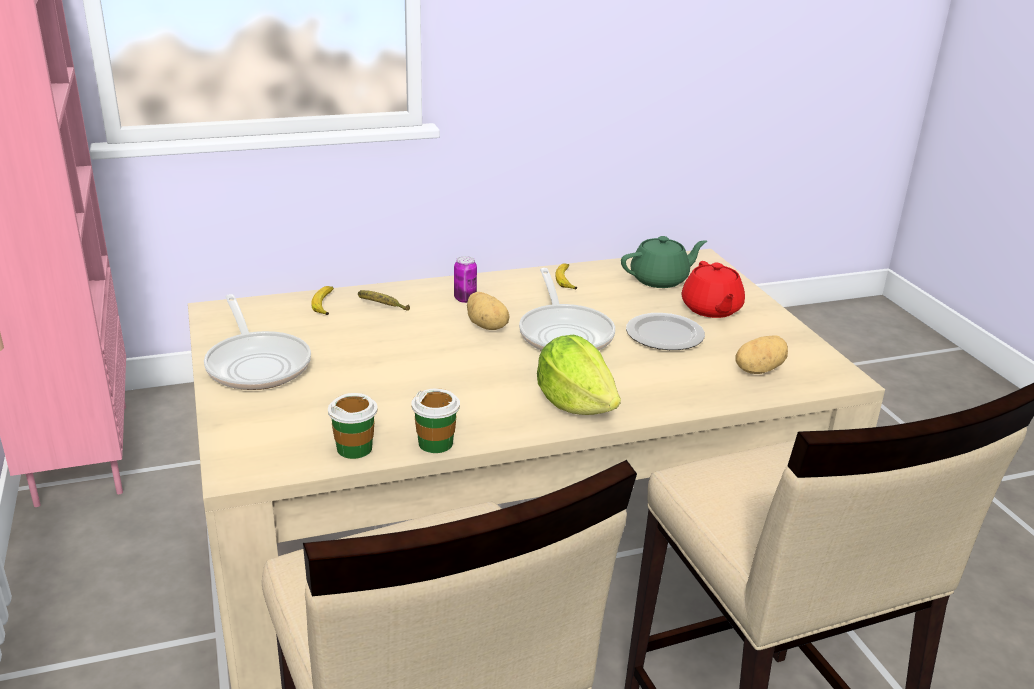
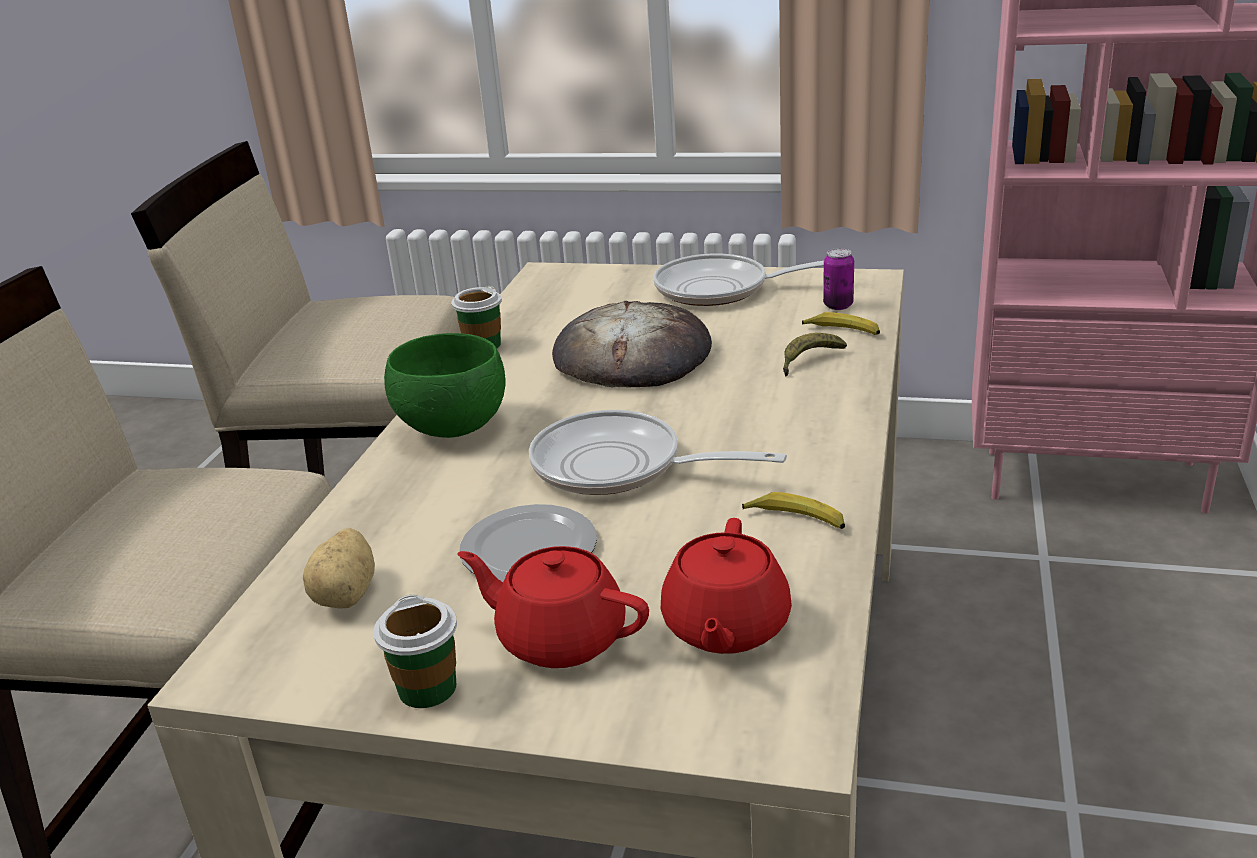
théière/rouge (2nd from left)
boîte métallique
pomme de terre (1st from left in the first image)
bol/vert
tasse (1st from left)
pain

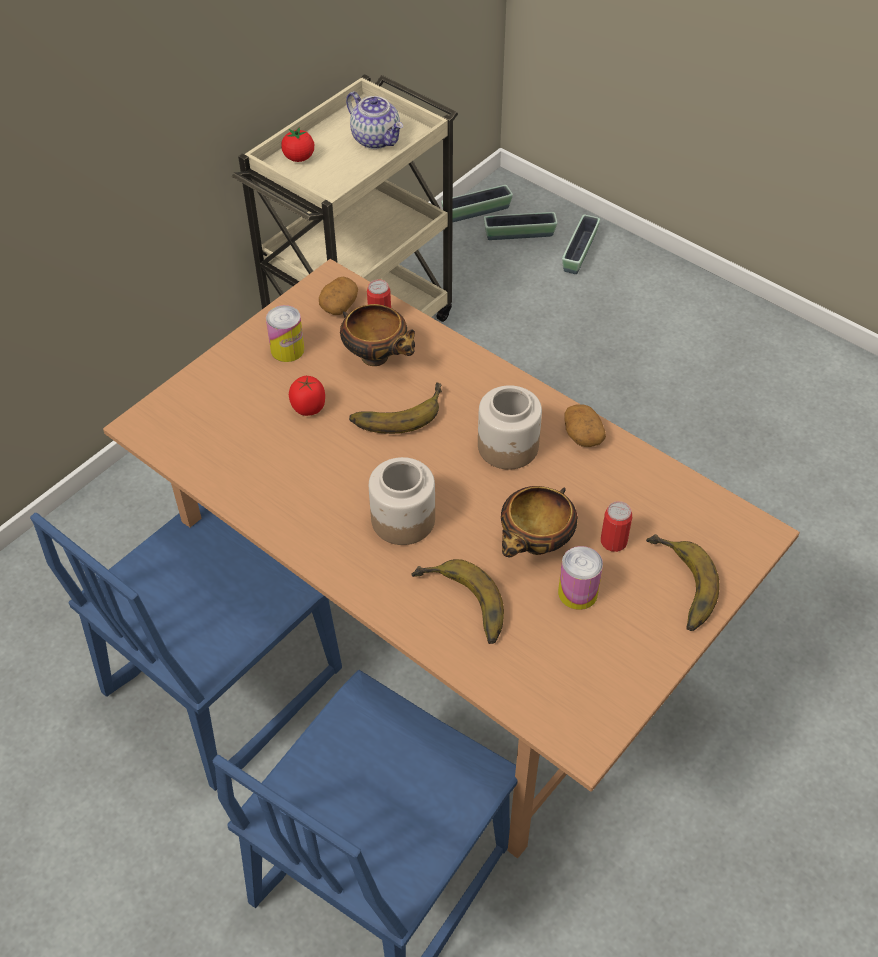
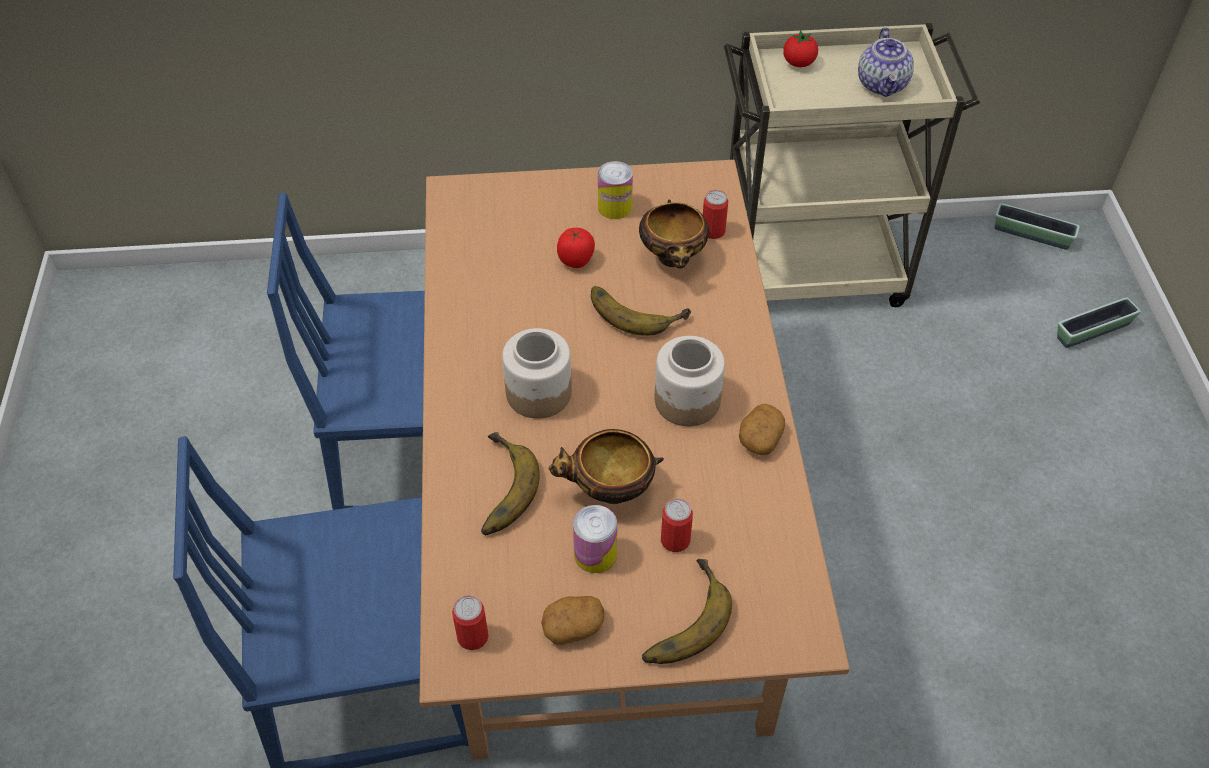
cache-pot (2nd from left in the first image)
pomme de terre (1st from left)
boîte métallique (1st from left)

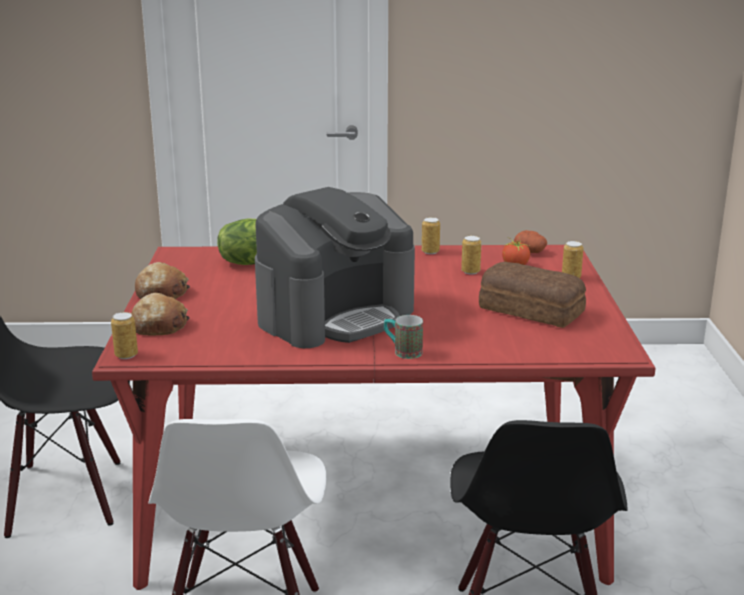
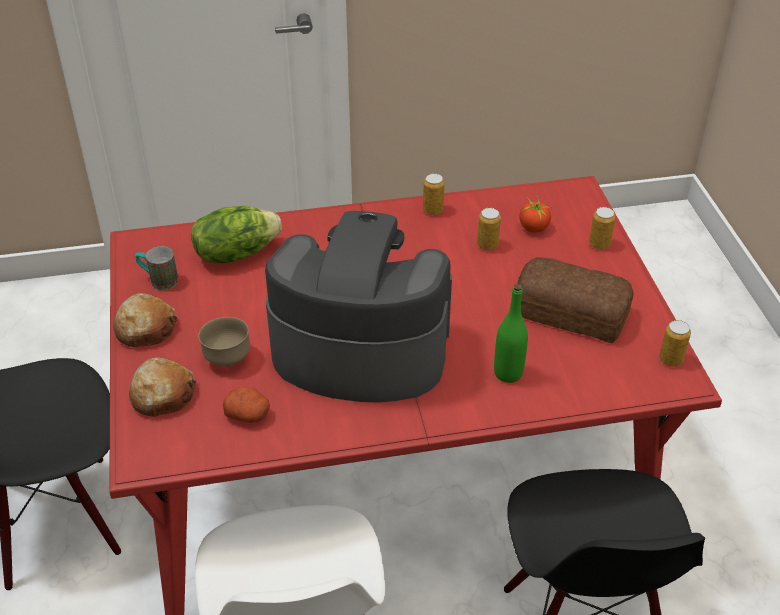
machine à café
pomme de terre
boîte métallique (4th from left)
mug
bouteille/vert
bol/marron

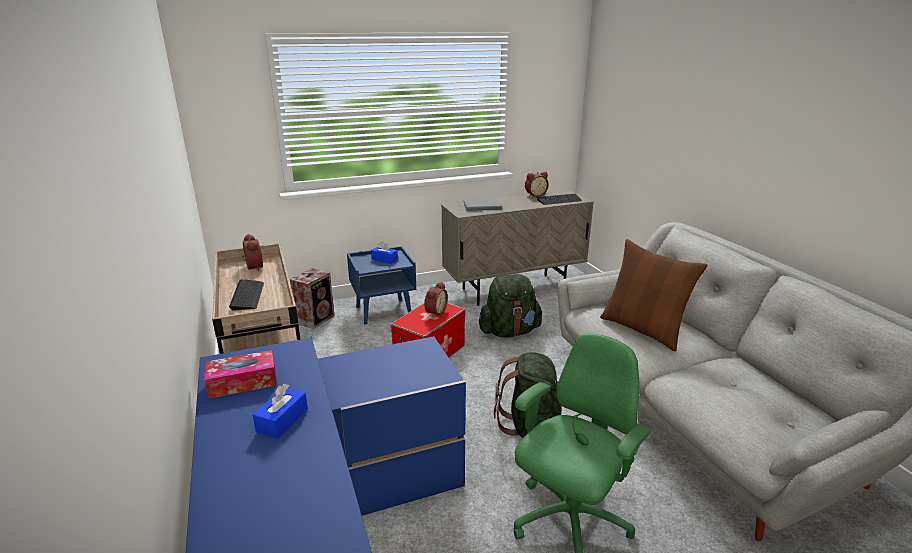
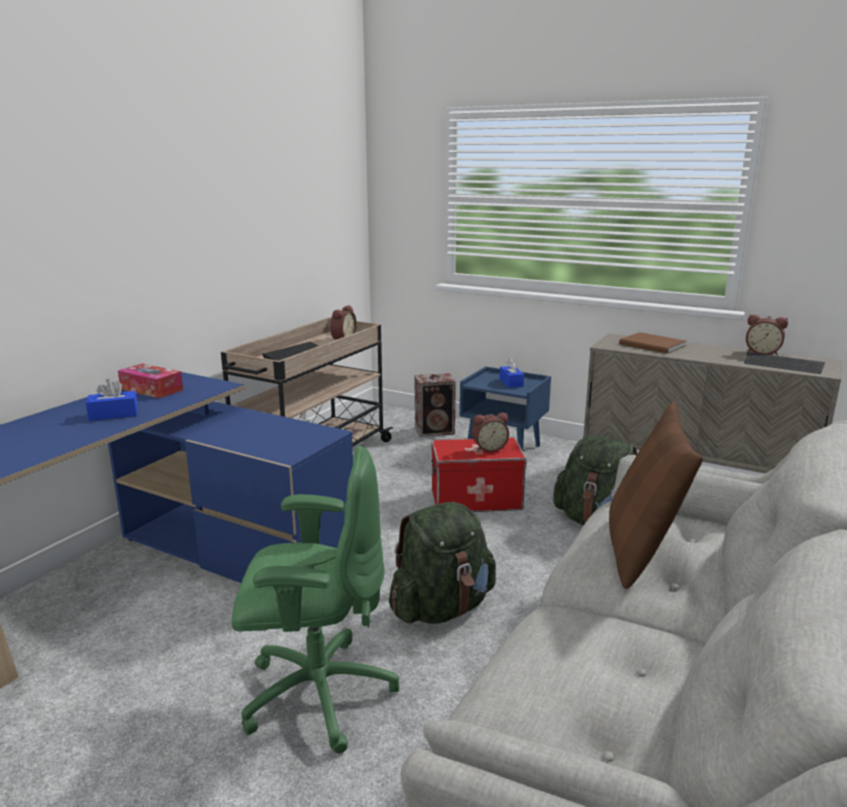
livre/marron

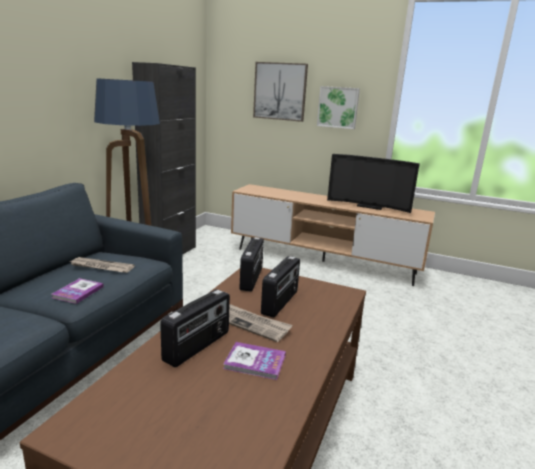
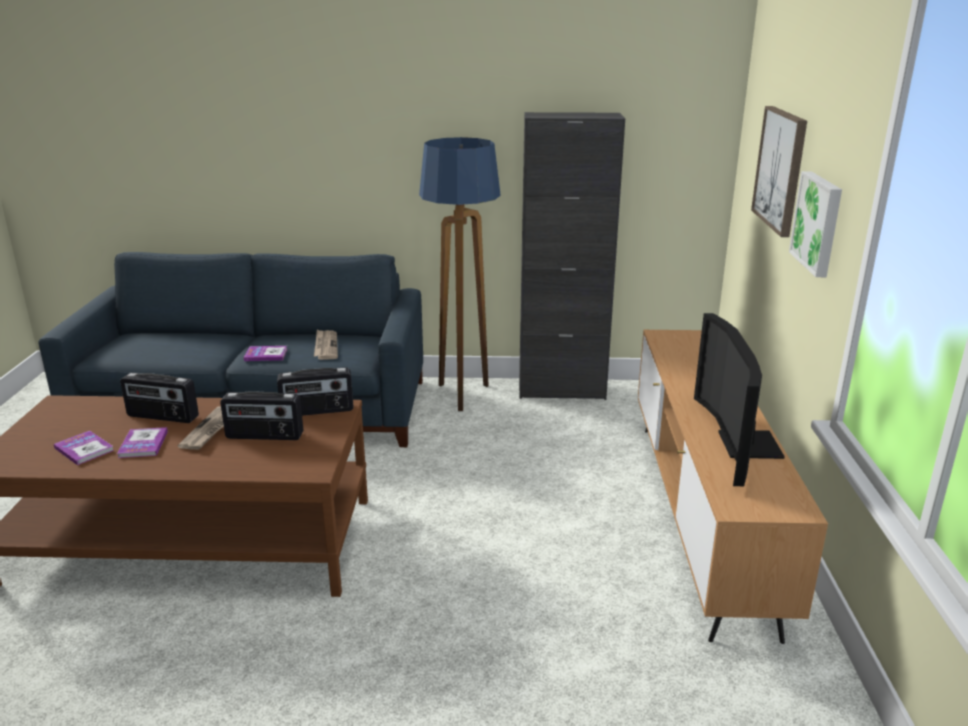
livre (1st from left)

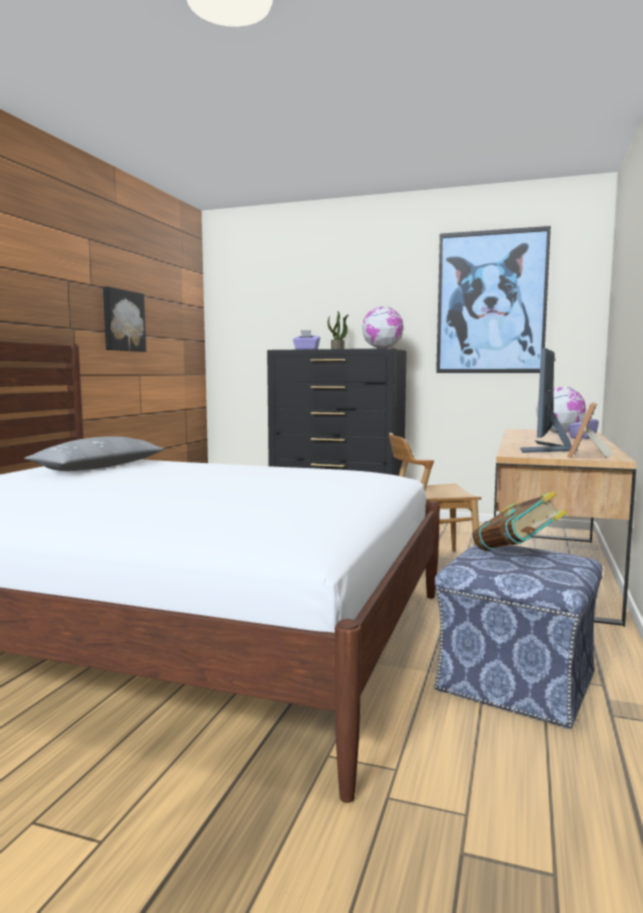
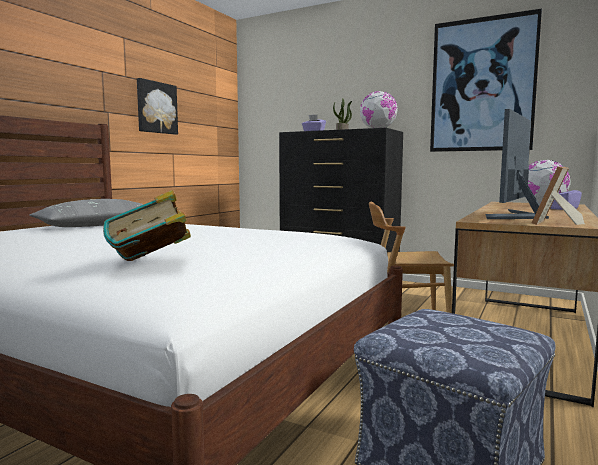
livre

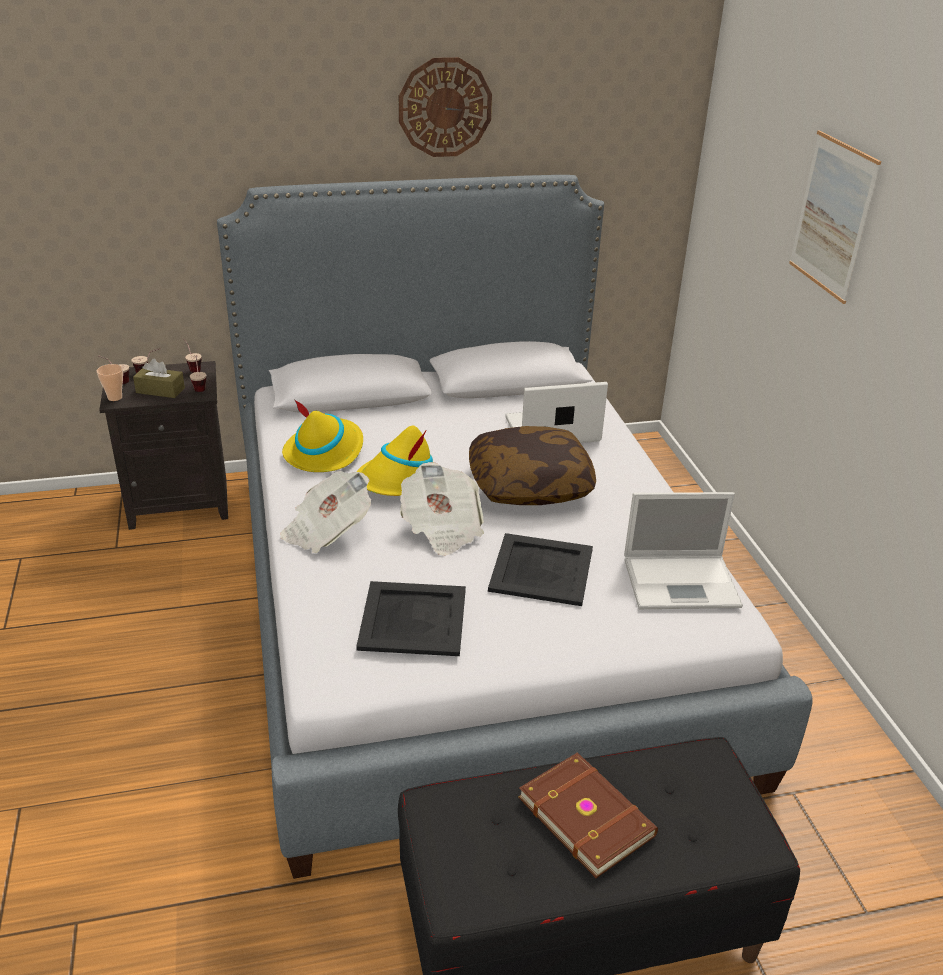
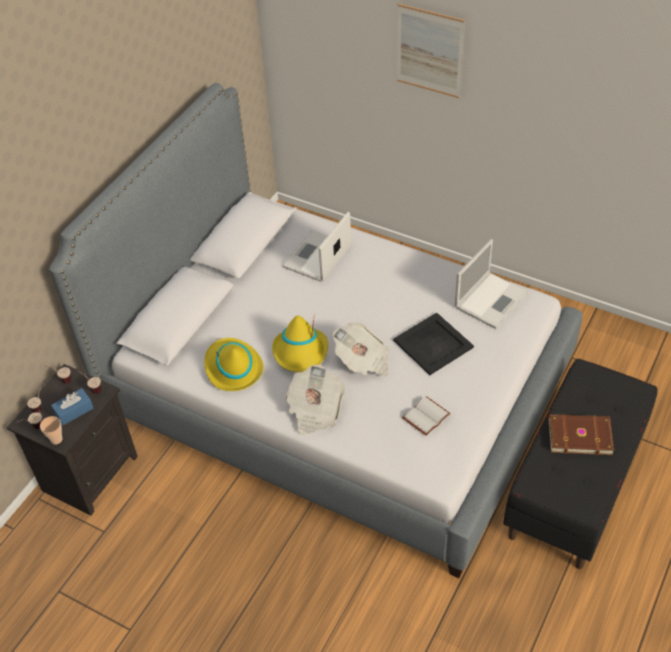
horloge murale
boîte à mouchoirs/bleu
coussin
livre/blanc

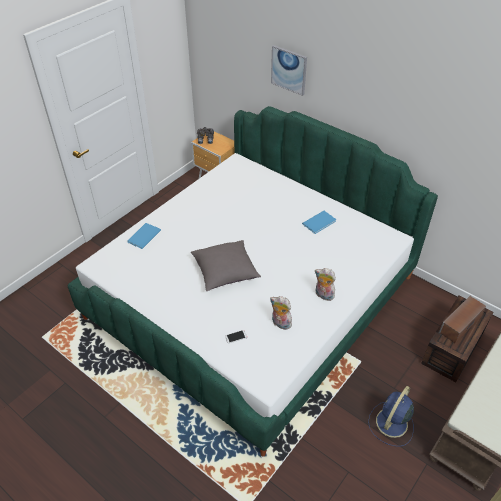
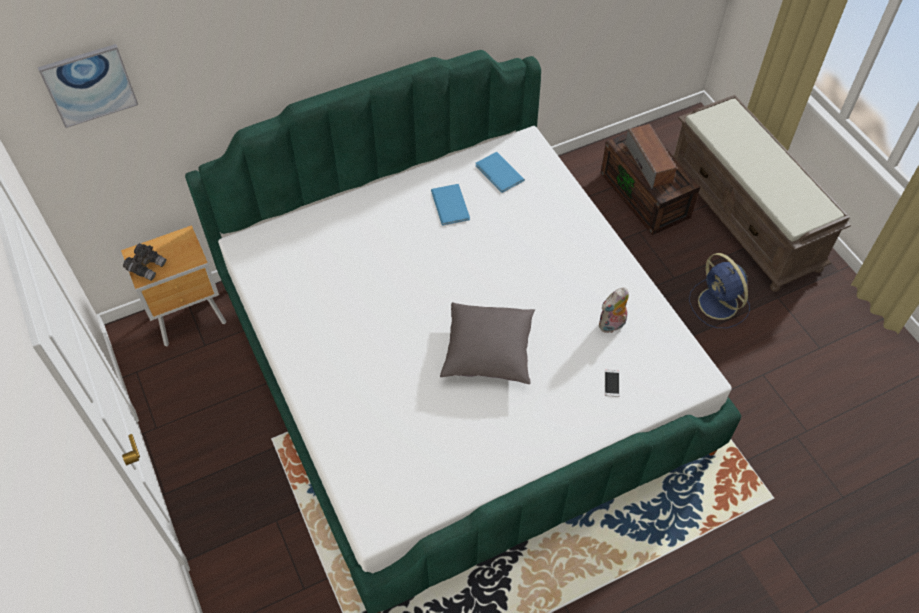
tableau
livre/bleu (2nd from left)
peluche (2nd from left in the first image)

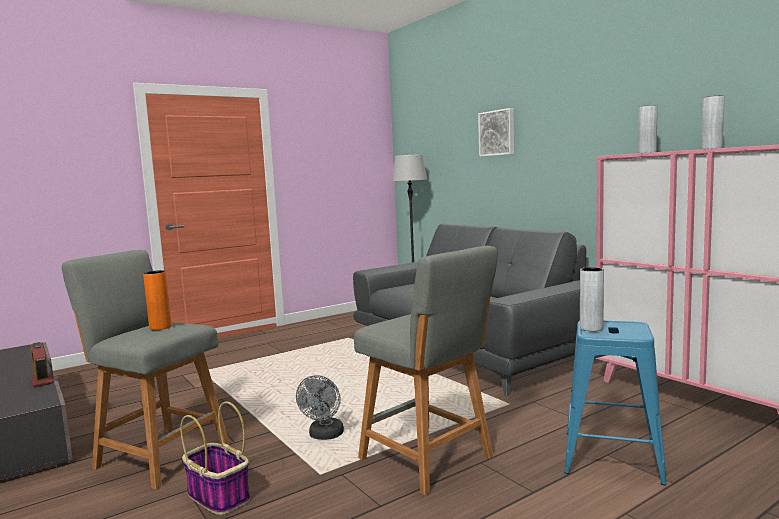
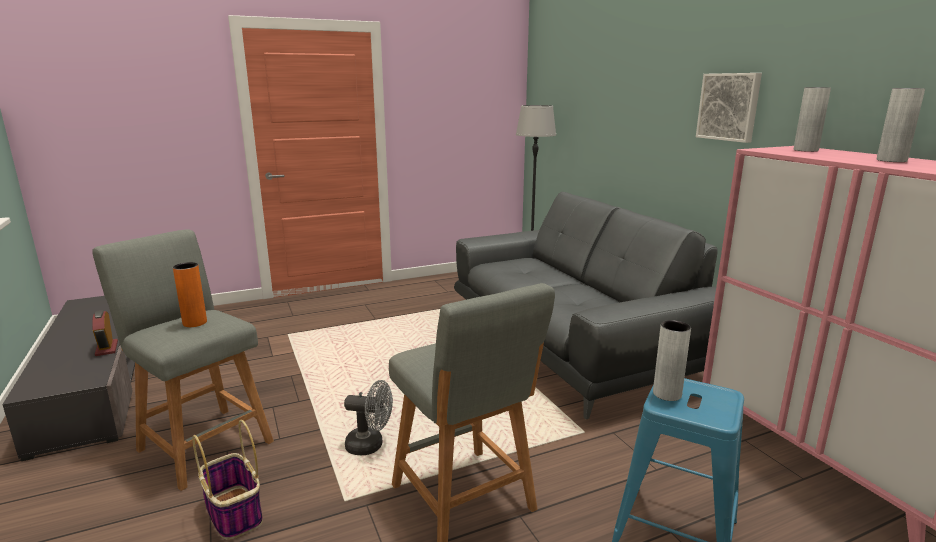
tableau
ventilateur/gris

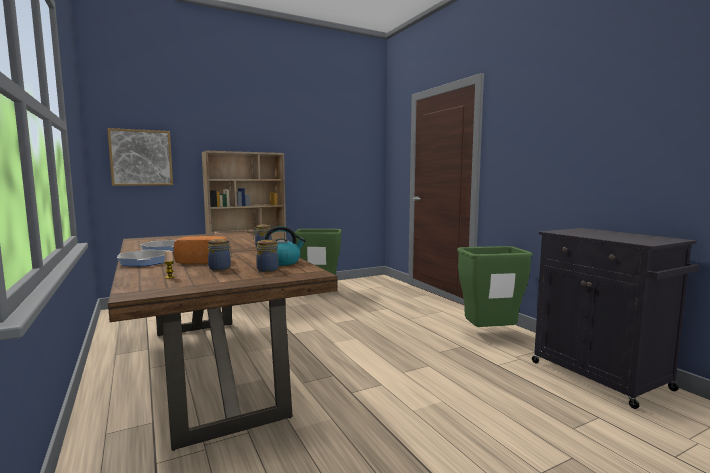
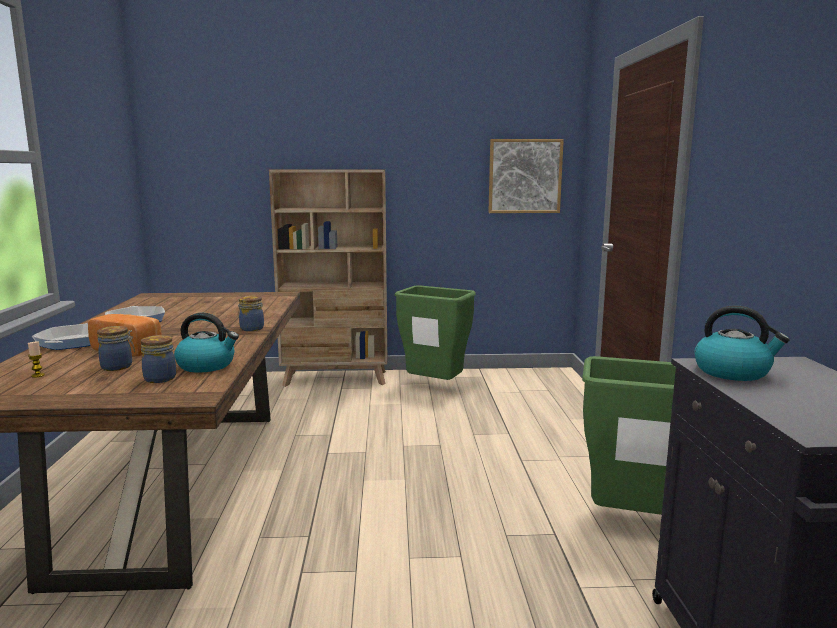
tableau
bouilloire (2nd from left)

